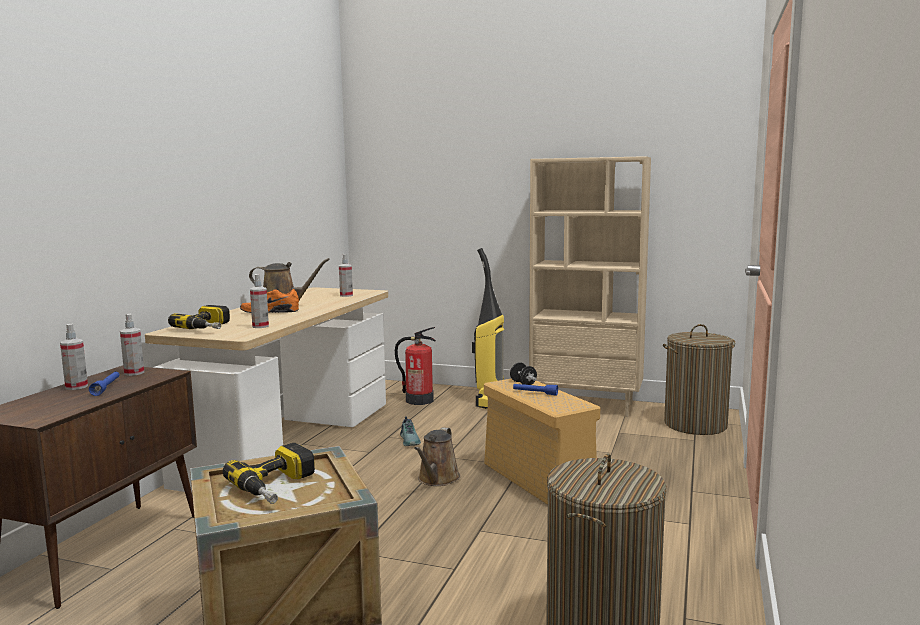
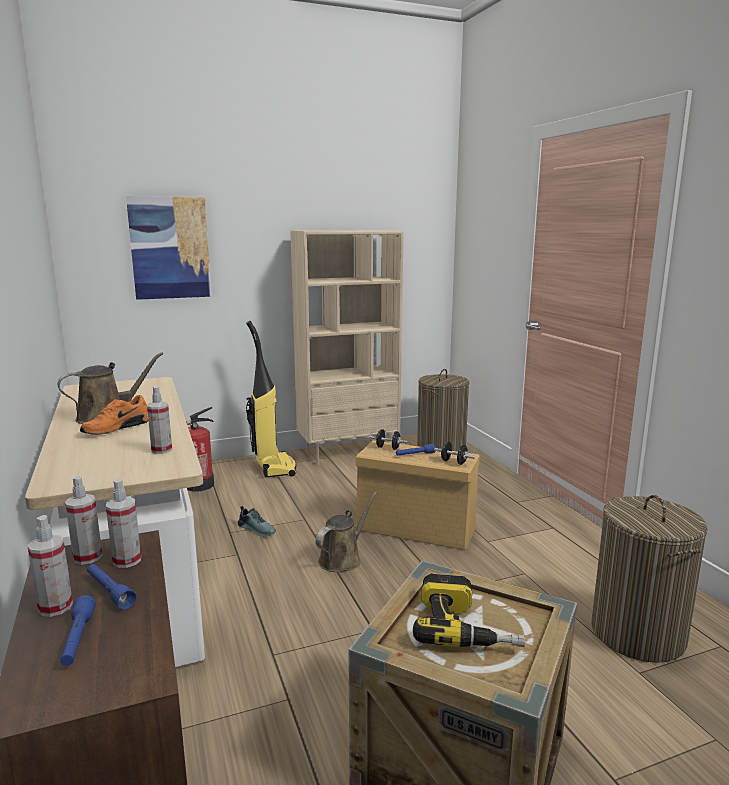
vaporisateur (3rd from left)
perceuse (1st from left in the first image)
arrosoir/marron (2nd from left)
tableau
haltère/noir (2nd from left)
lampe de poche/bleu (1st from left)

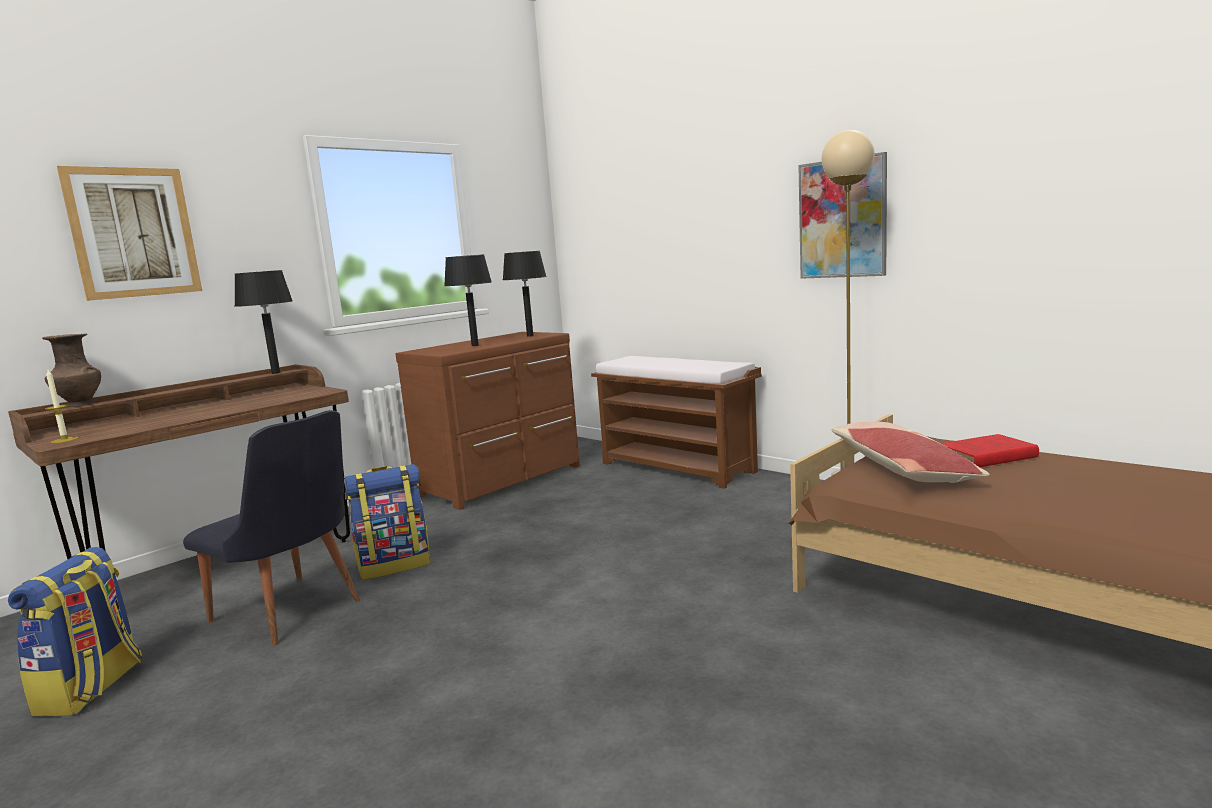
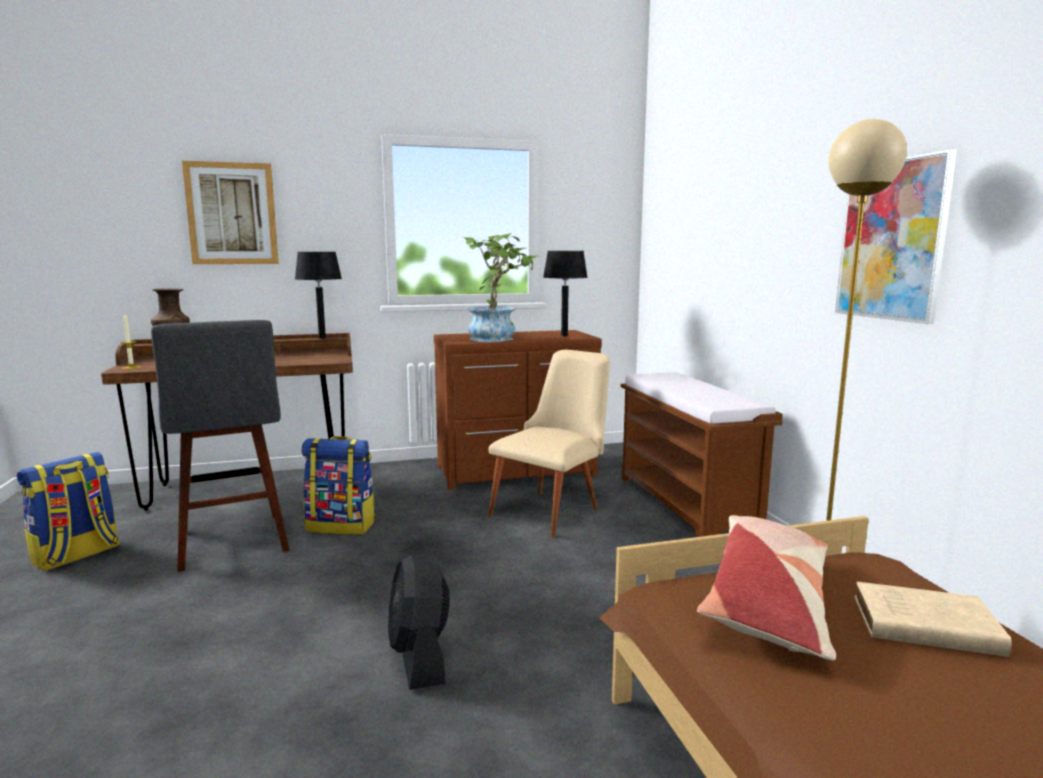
plante en pot
tabouret/gris
livre/beige
chaise/beige
ventilateur/noir

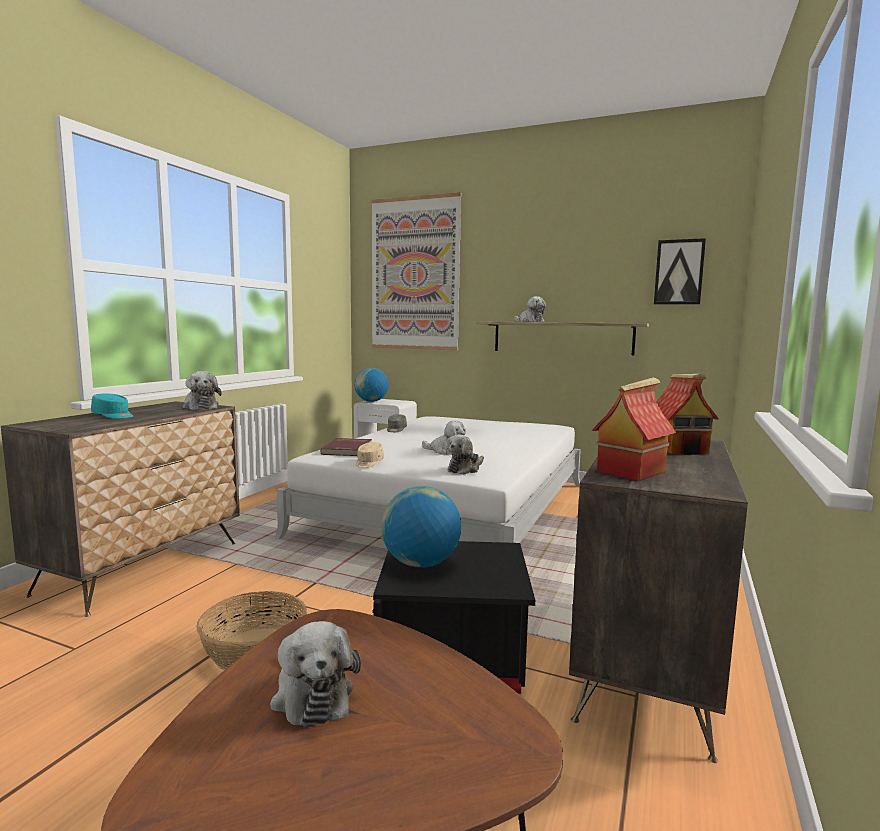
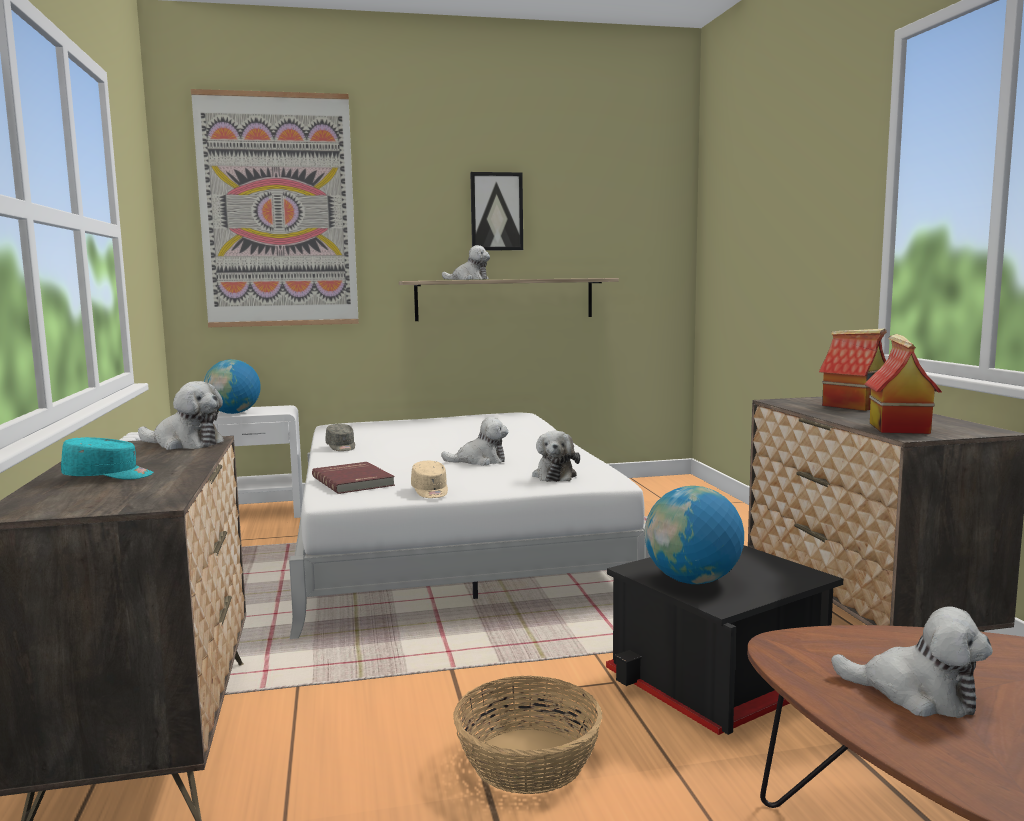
tableau (2nd from left)

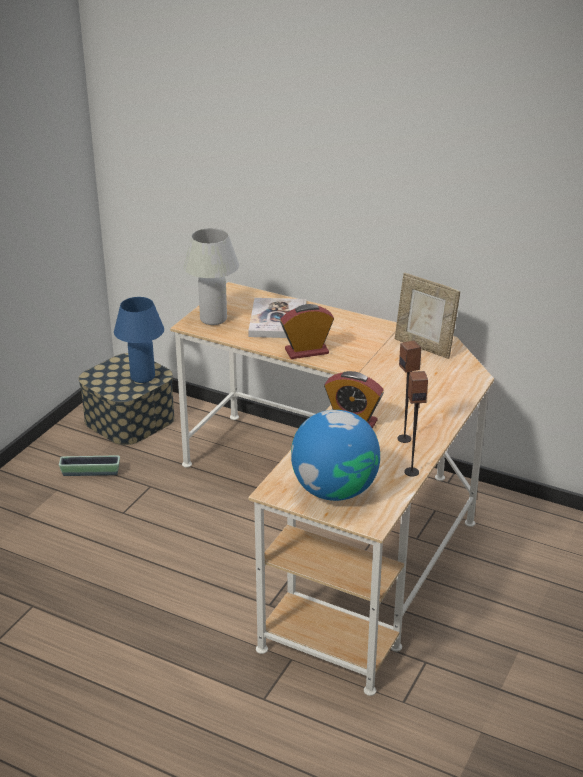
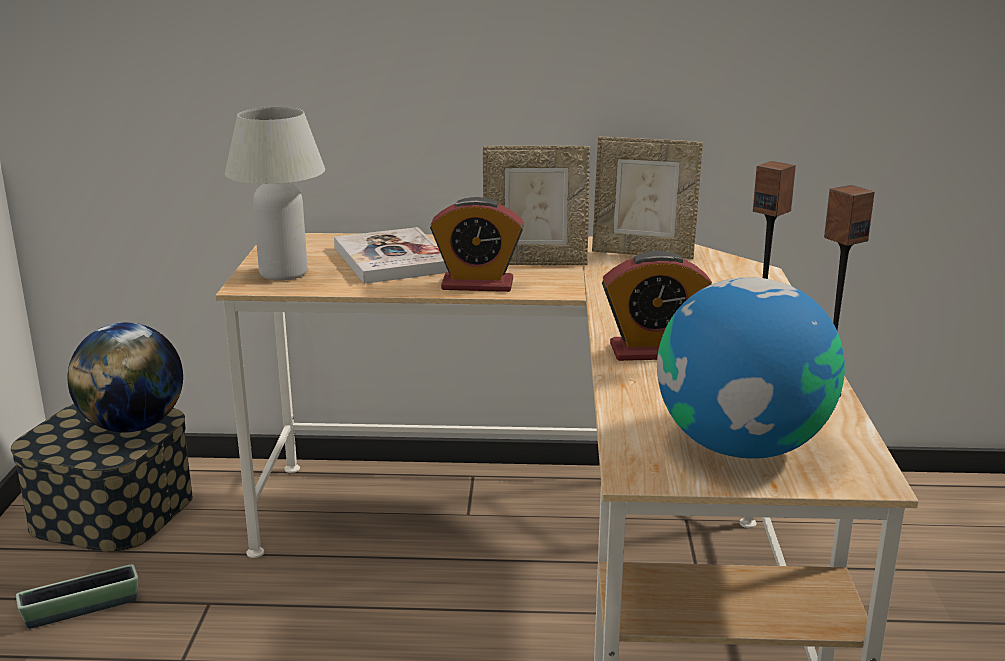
globe (1st from left)
réveil (1st from left)
cadre photo (1st from left)

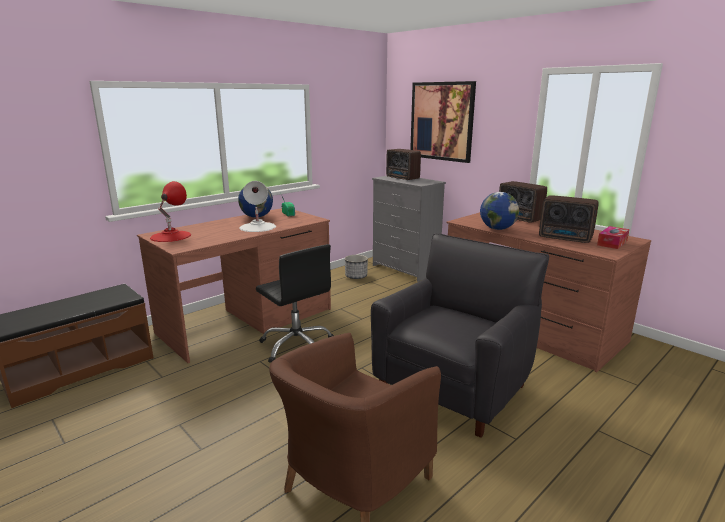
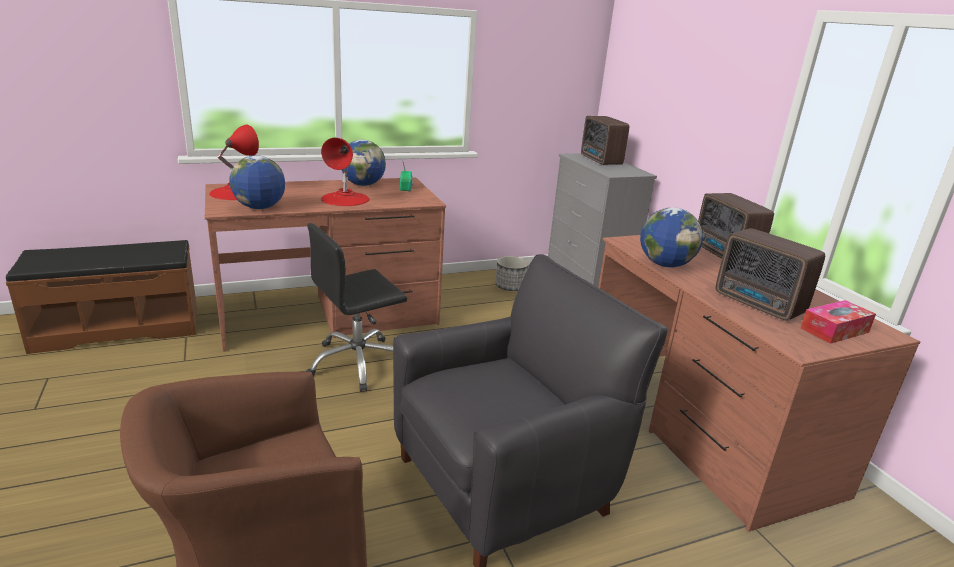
tableau
lampe de table/rouge (2nd from left)
chaise de bureau/noir
globe (1st from left)

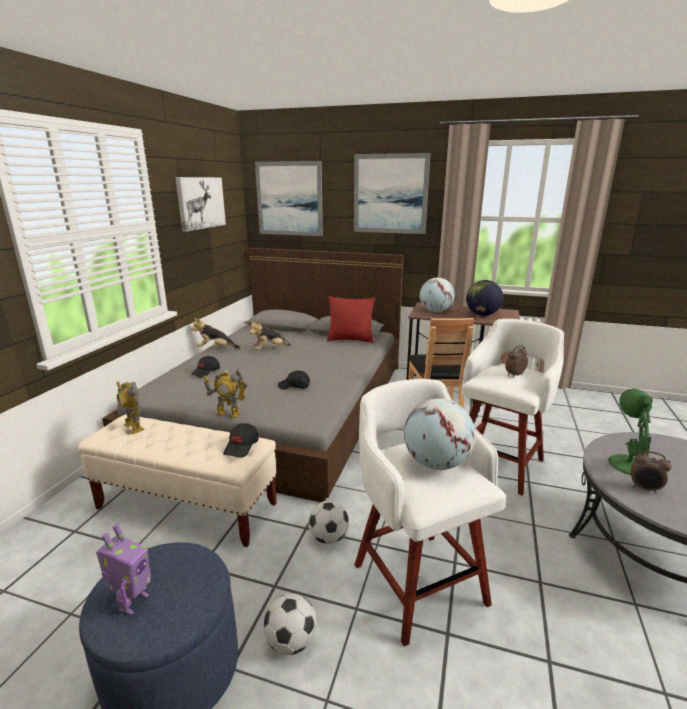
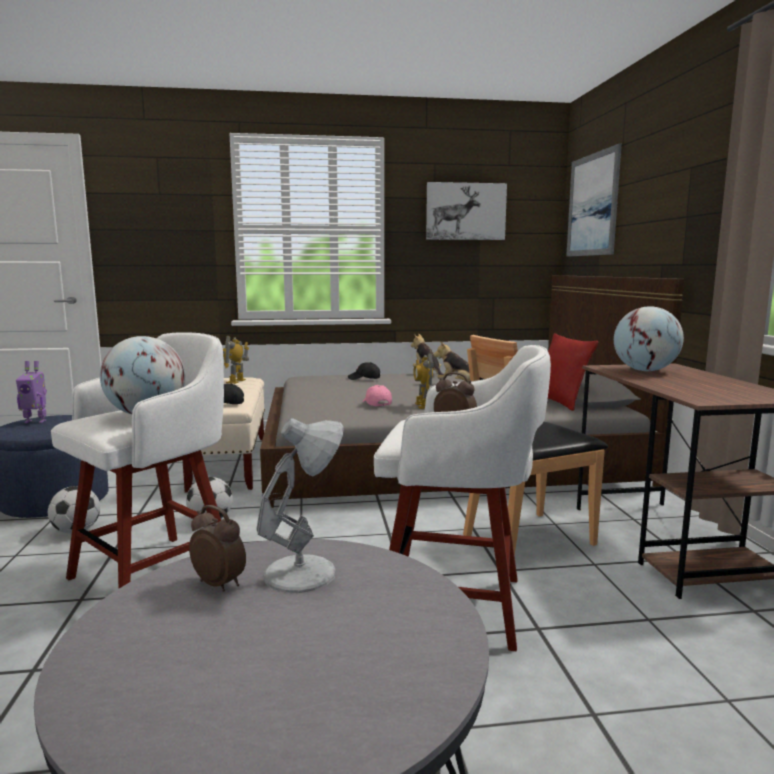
tableau (3rd from left in the first image)
globe (3rd from left in the first image)
robot jouet (3rd from left)
casquette/rose
lampe de table/blanc
réveil (1st from left)

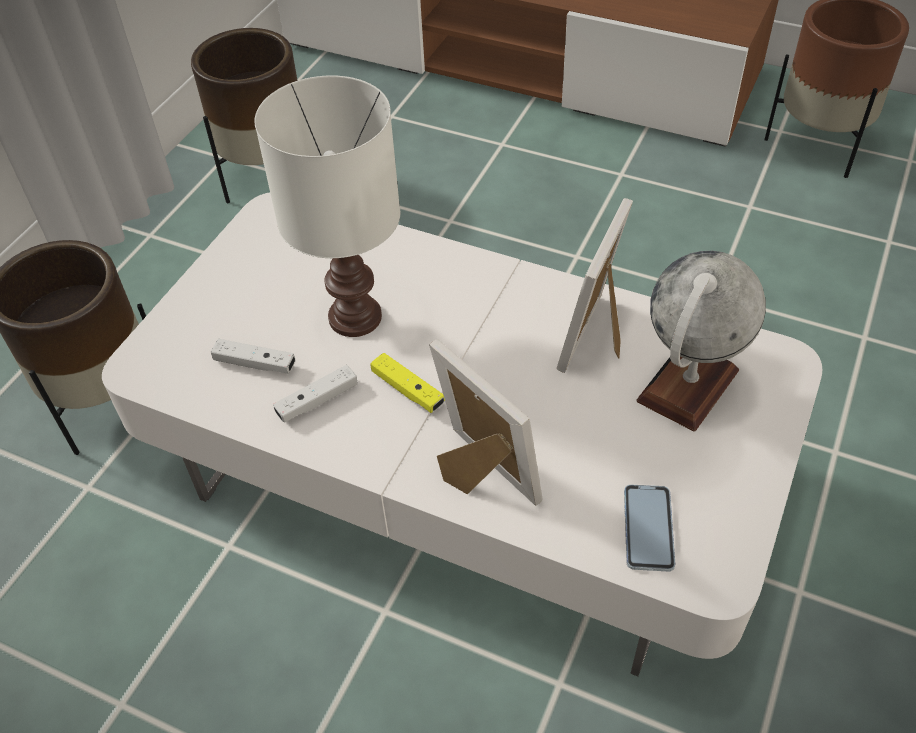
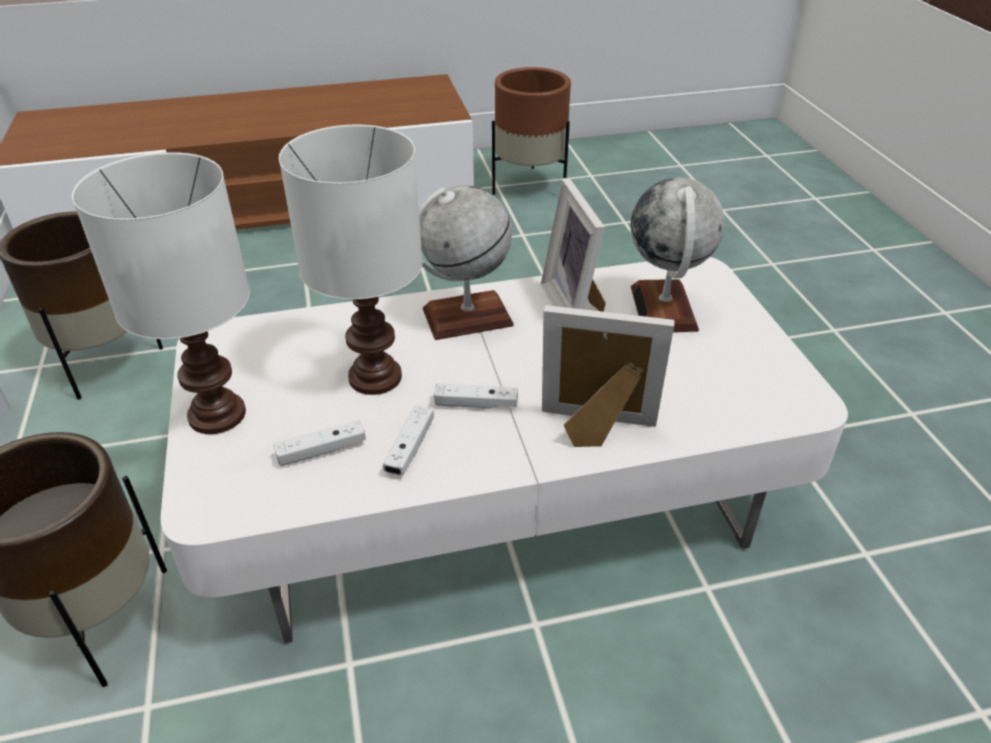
manette/blanc (3rd from left)
téléphone
lampe de table/blanc (1st from left)
globe (1st from left)

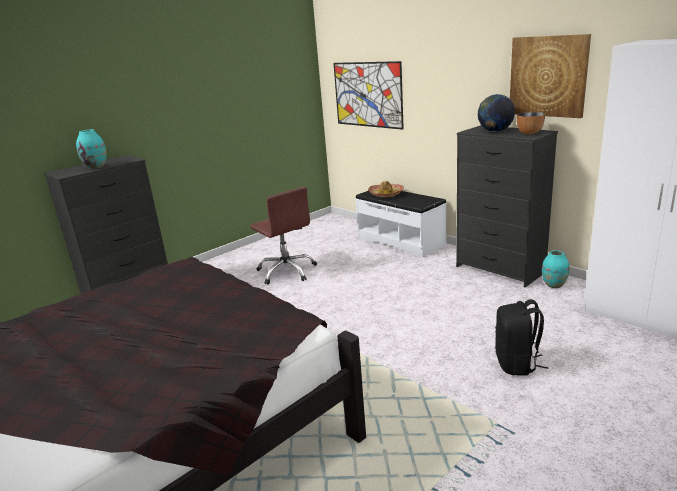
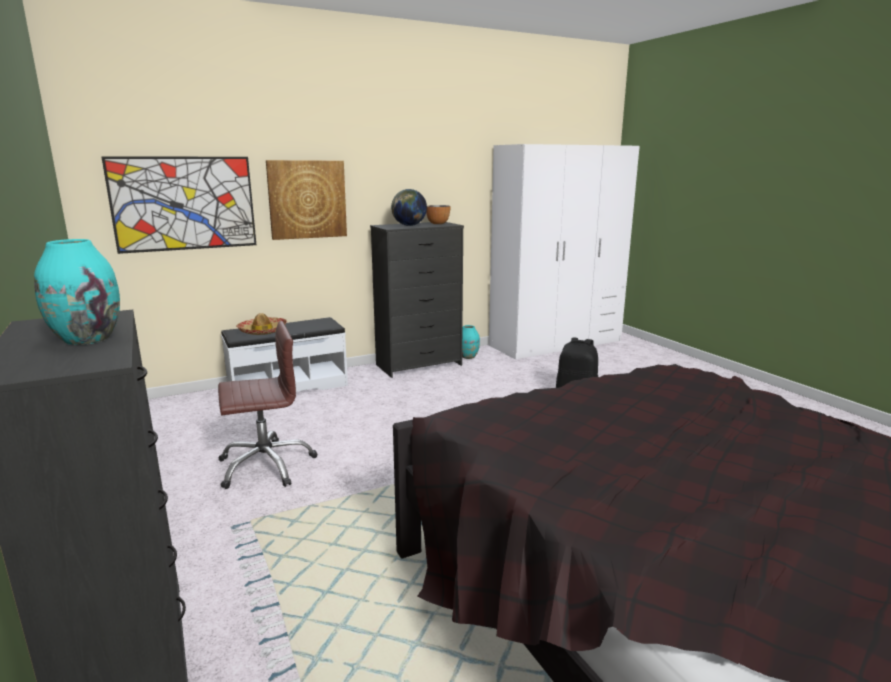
tableau (2nd from left)

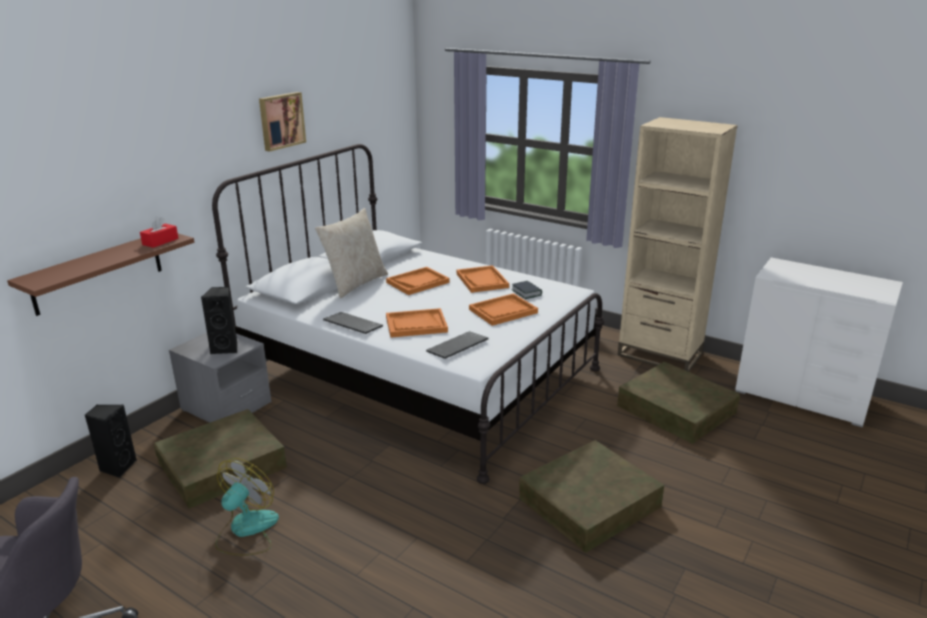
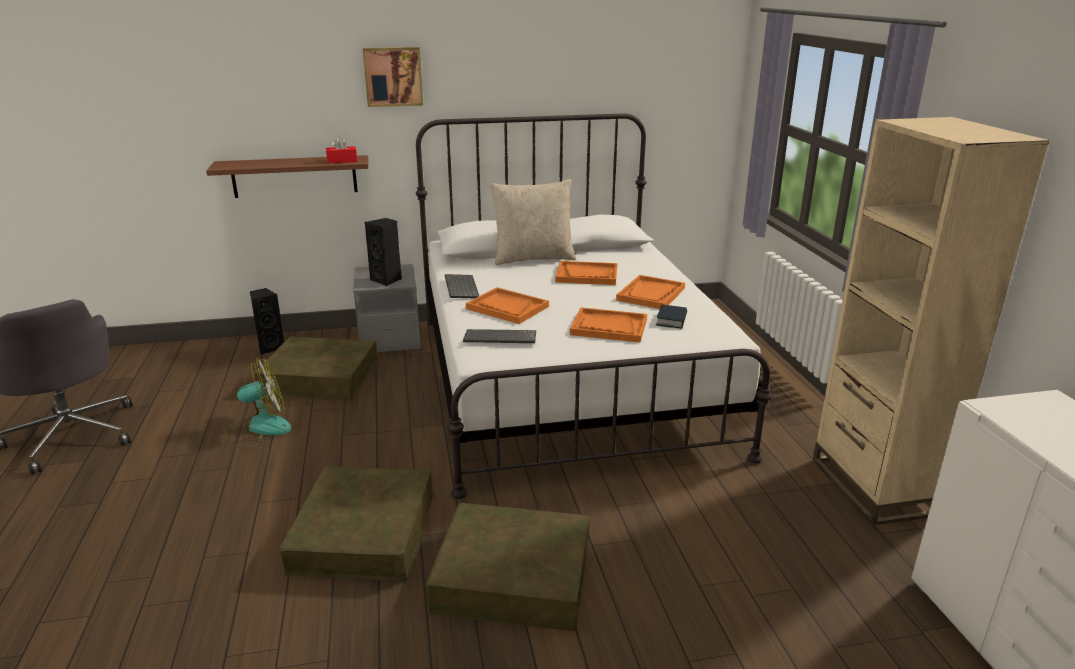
tableau
boîte de rangement/marron (2nd from left)

